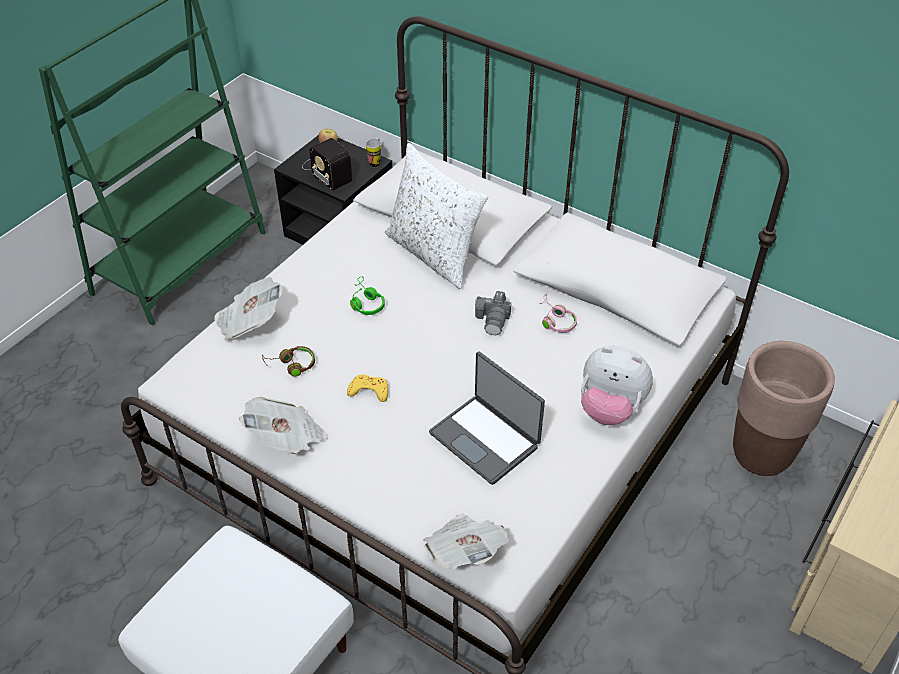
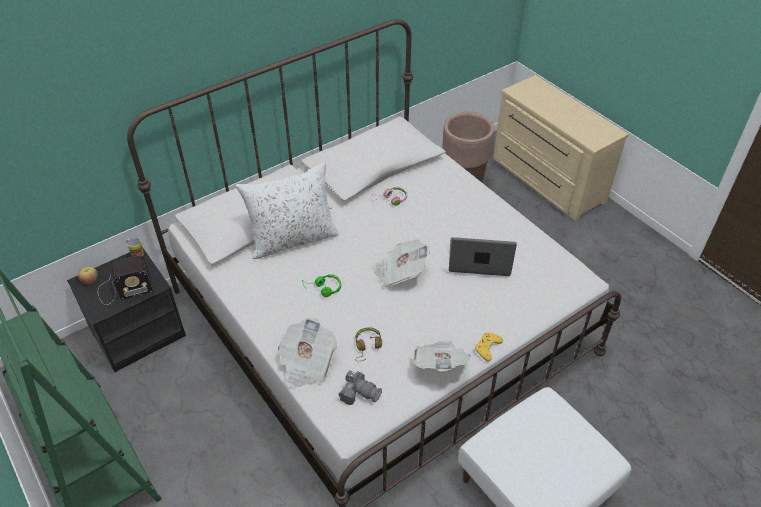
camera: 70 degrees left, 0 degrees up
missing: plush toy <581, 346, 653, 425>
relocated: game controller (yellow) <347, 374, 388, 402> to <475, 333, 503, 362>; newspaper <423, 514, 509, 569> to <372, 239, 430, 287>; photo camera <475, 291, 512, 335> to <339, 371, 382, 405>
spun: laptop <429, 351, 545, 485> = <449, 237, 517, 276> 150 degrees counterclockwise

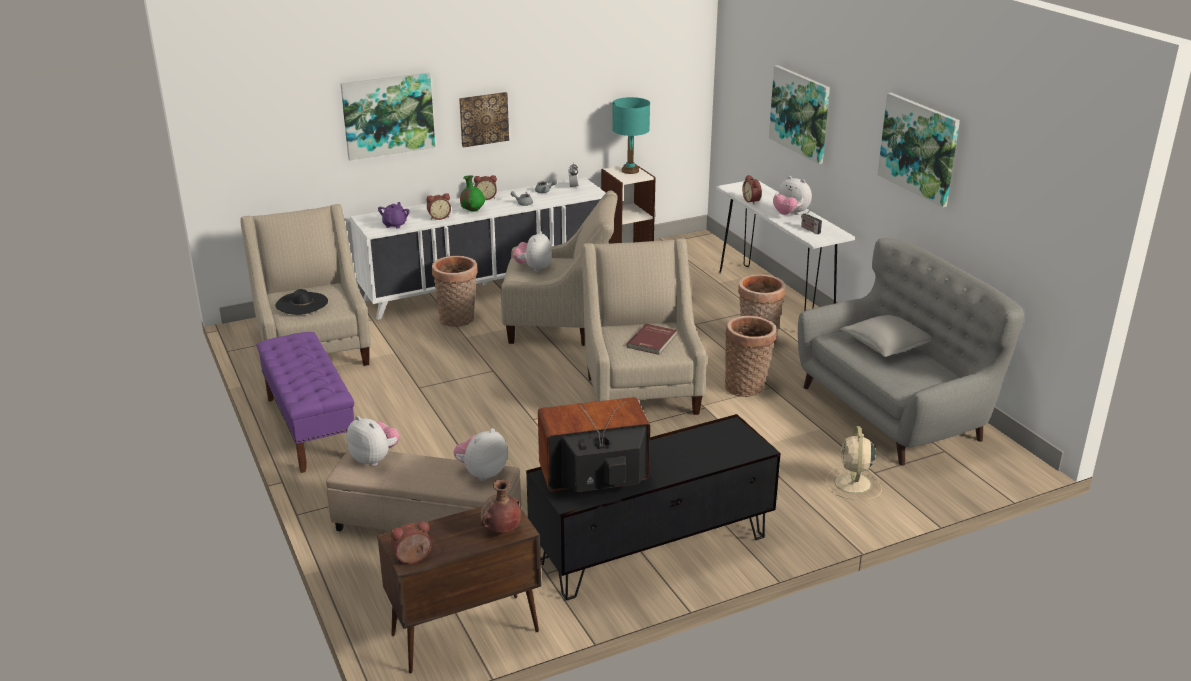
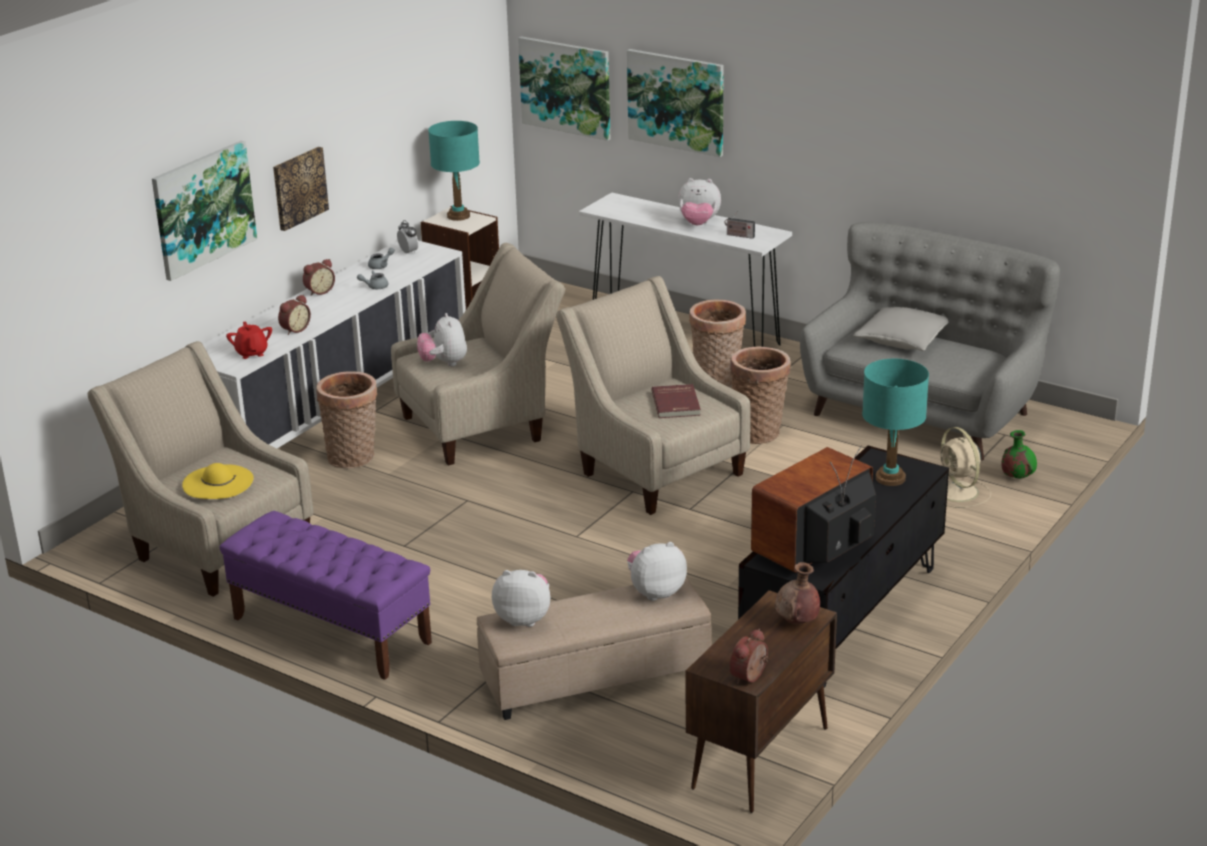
camera: 30 degrees left, 0 degrees up
missing: alarm clock <742, 175, 762, 204>
appeared: table lamp (turquoise) <862, 359, 929, 486>
relocated: vase (green) <460, 175, 485, 212> to <1001, 430, 1037, 478>; picture <877, 93, 960, 207> to <518, 36, 610, 141>
colour: hat (black) <275, 289, 328, 315> to hat (yellow) <182, 463, 254, 499>; teapot (purple) <378, 202, 410, 229> to teapot (red) <226, 321, 272, 359>
spun: plush toy <453, 428, 508, 481> = <627, 542, 687, 601> 60 degrees clockwise

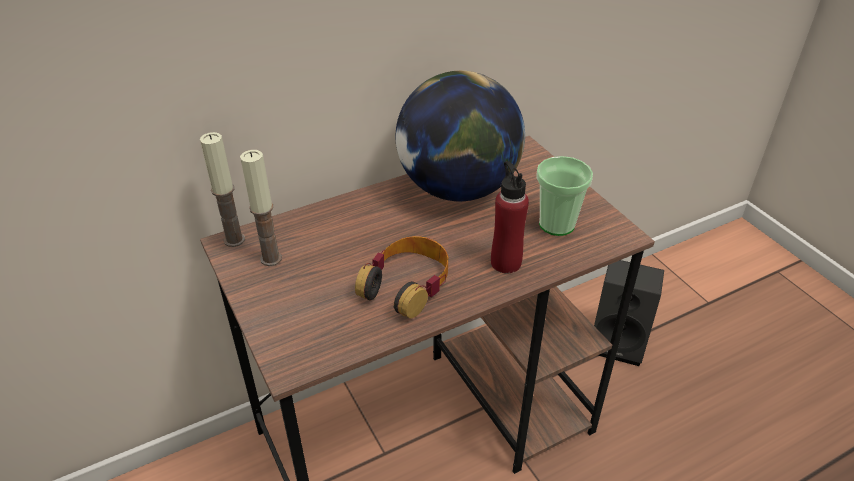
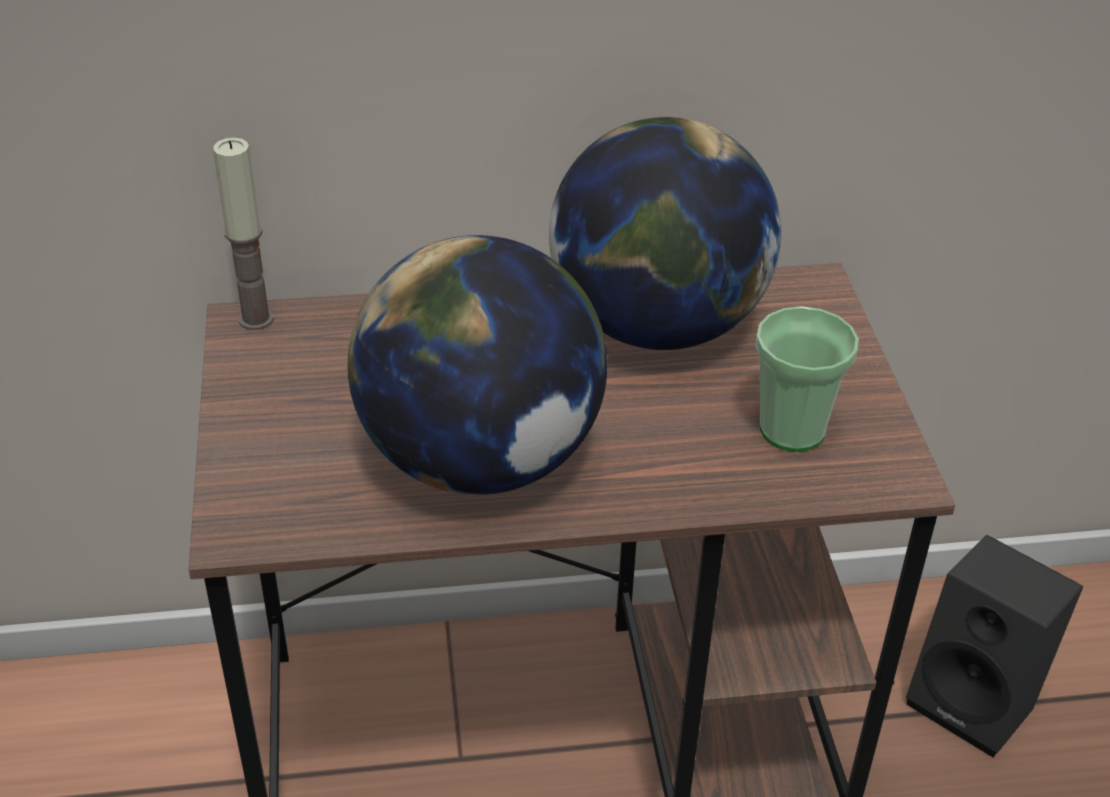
camera: 20 degrees right, 0 degrees up
missing: candle <240, 150, 282, 266>; bottle (red) <491, 161, 529, 273>
exchanged: headphones <355, 236, 448, 318> to globe <348, 235, 607, 495>

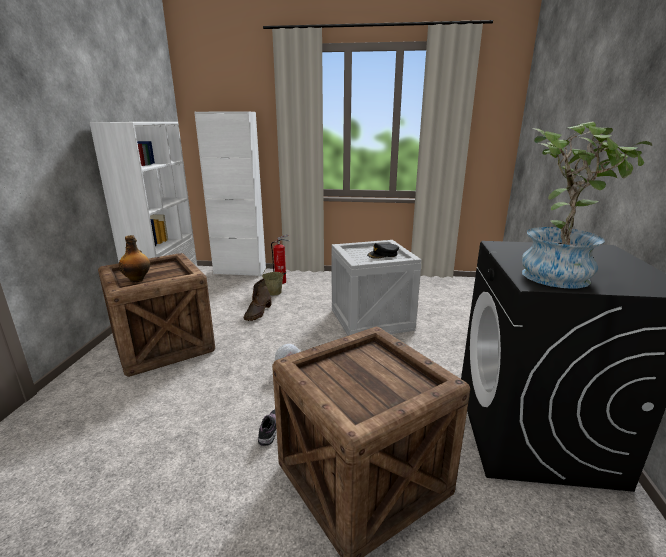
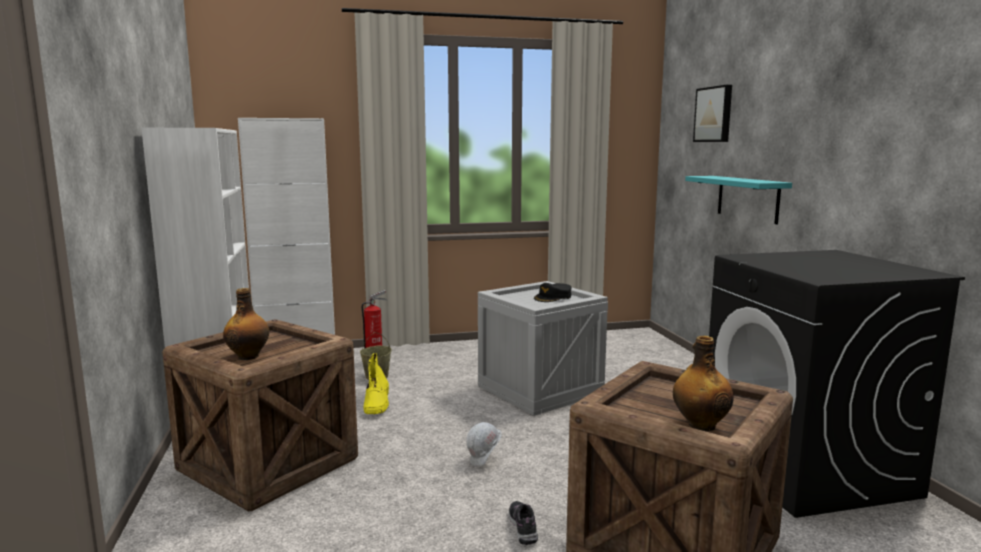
camera: 20 degrees left, 10 degrees down
missing: potted plant <522, 122, 652, 288>
appeared: bottle <673, 336, 734, 431>; shelf (turquoise) <685, 176, 792, 224>; picture <693, 85, 732, 142>
colour: boot (brown) <244, 278, 272, 321> to boot (yellow) <364, 353, 389, 414>

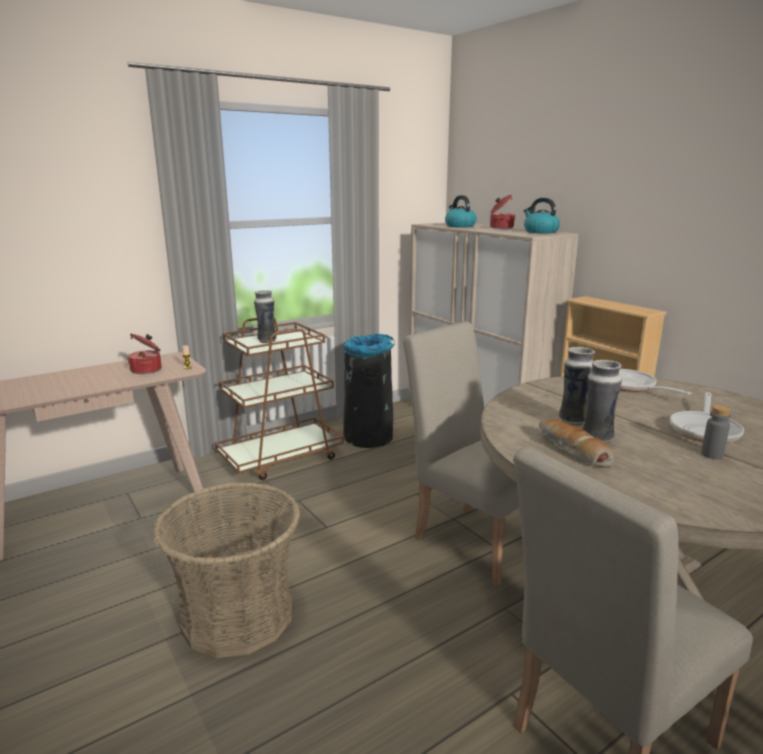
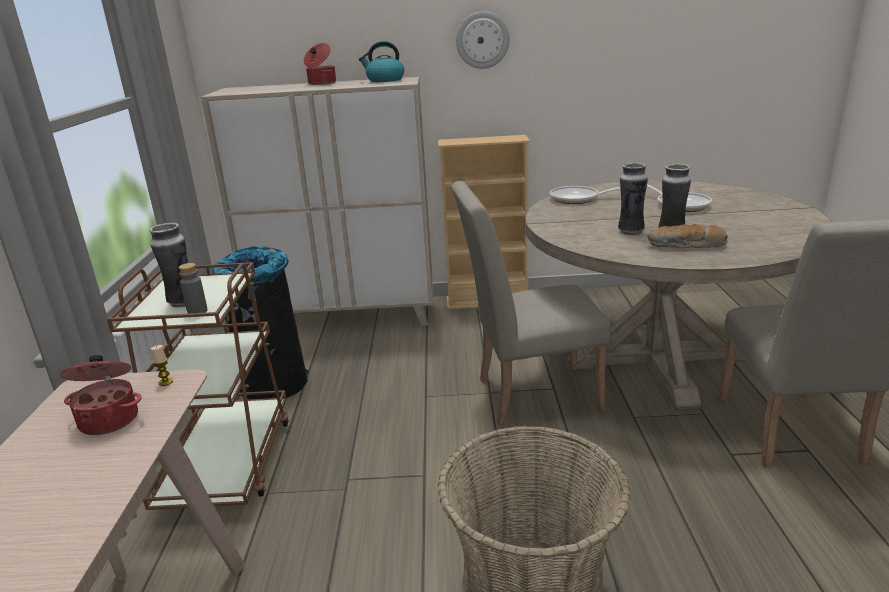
camera: 55 degrees left, 5 degrees up
missing: kettle <445, 195, 477, 228>
appeared: wall clock <456, 11, 510, 69>
relocated: bottle (grey) <701, 405, 731, 459> to <179, 263, 208, 314>

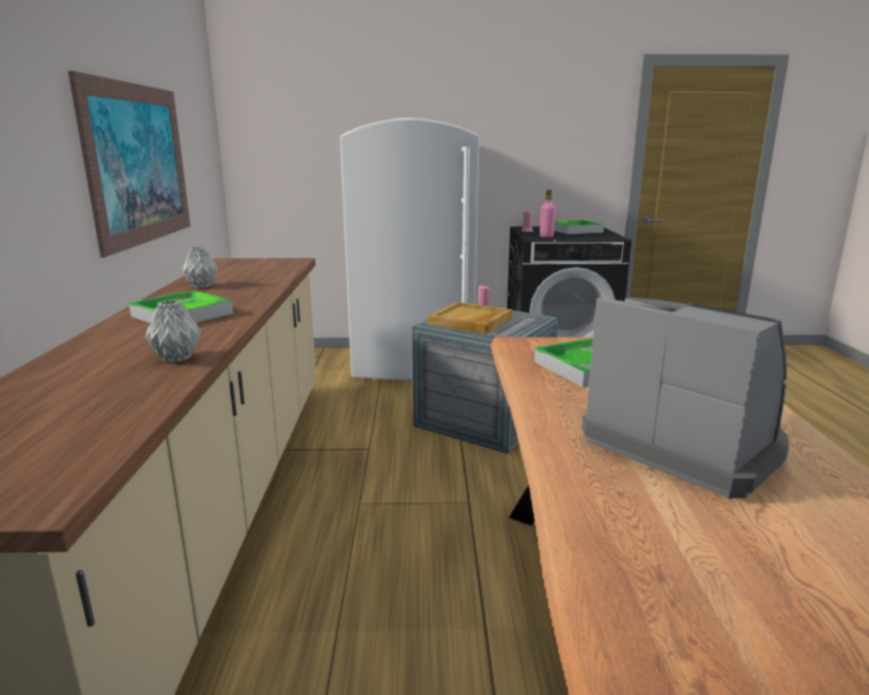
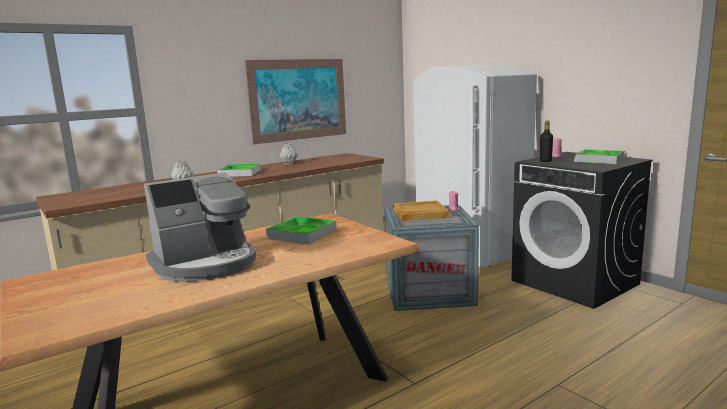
camera: 55 degrees right, 5 degrees down
colour: bottle (pink) <540, 190, 556, 237> to bottle (black) <540, 121, 553, 162>
spun: coffee machine <582, 297, 789, 498> = <144, 173, 256, 282> 45 degrees clockwise

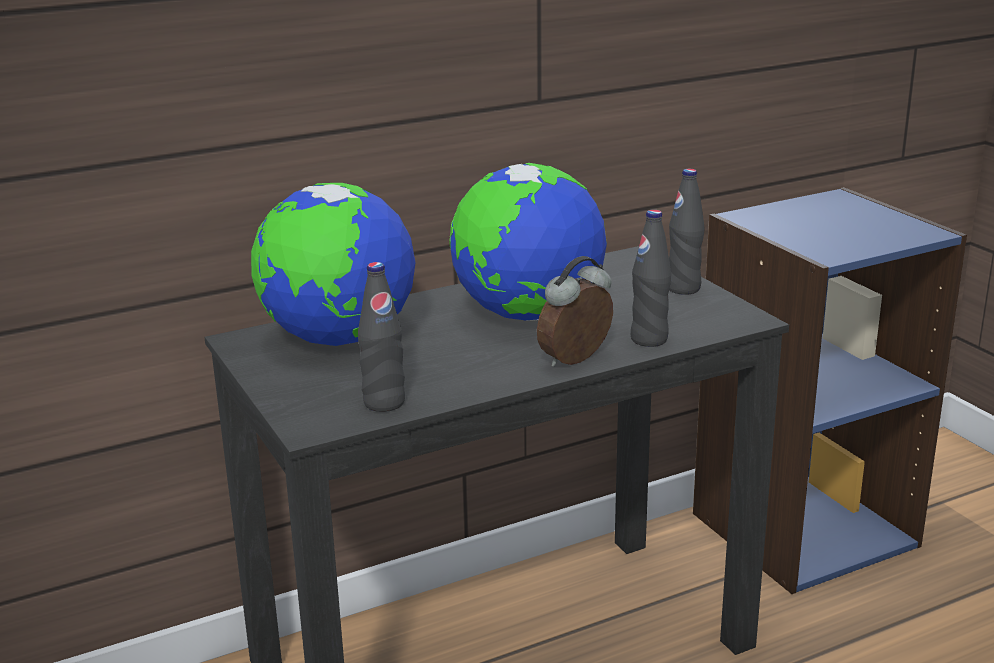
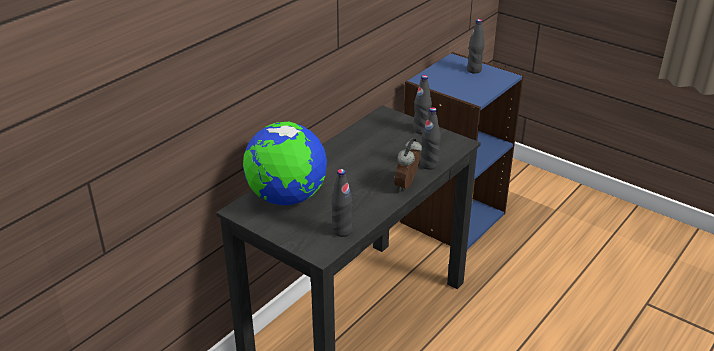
camera: 25 degrees left, 10 degrees up
missing: globe <449, 163, 607, 321>
appeared: bottle (black) <467, 19, 484, 74>

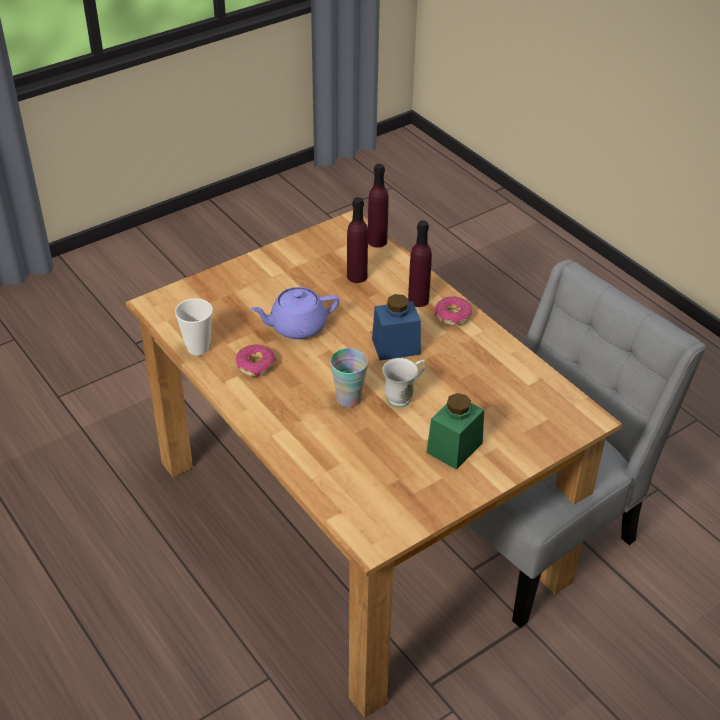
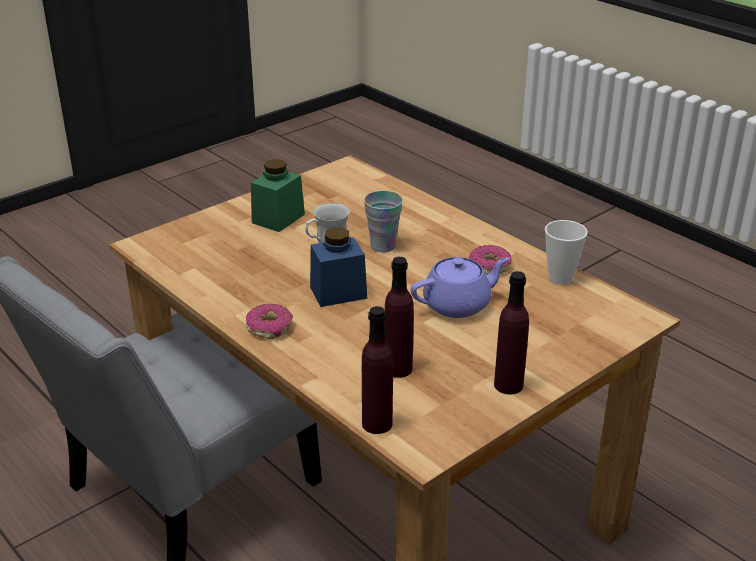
camera: 175 degrees right, 10 degrees down
relocated: bottle (purple) <408, 220, 432, 307> to <494, 271, 529, 395>

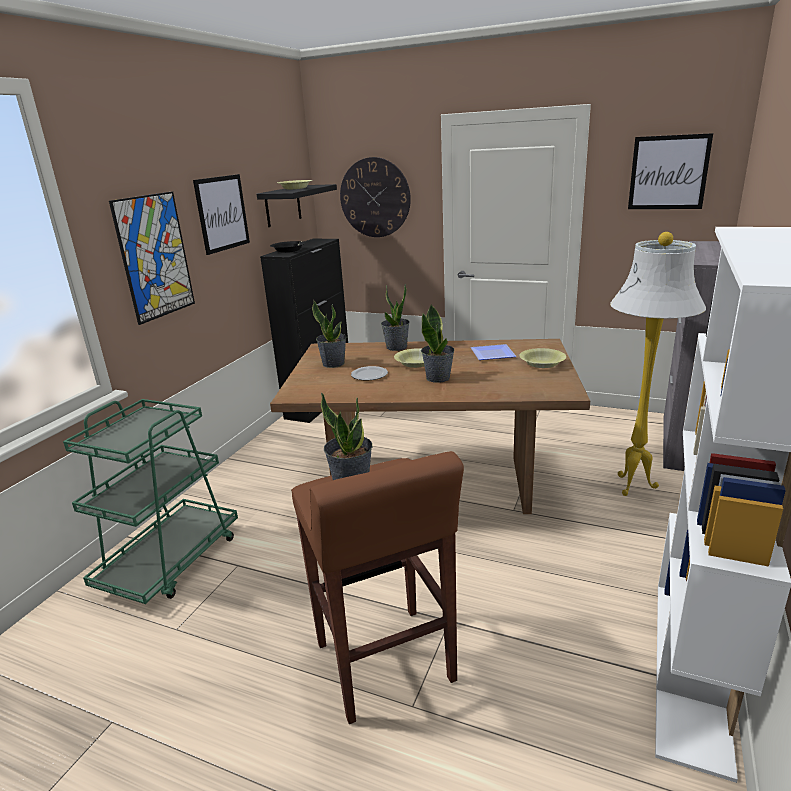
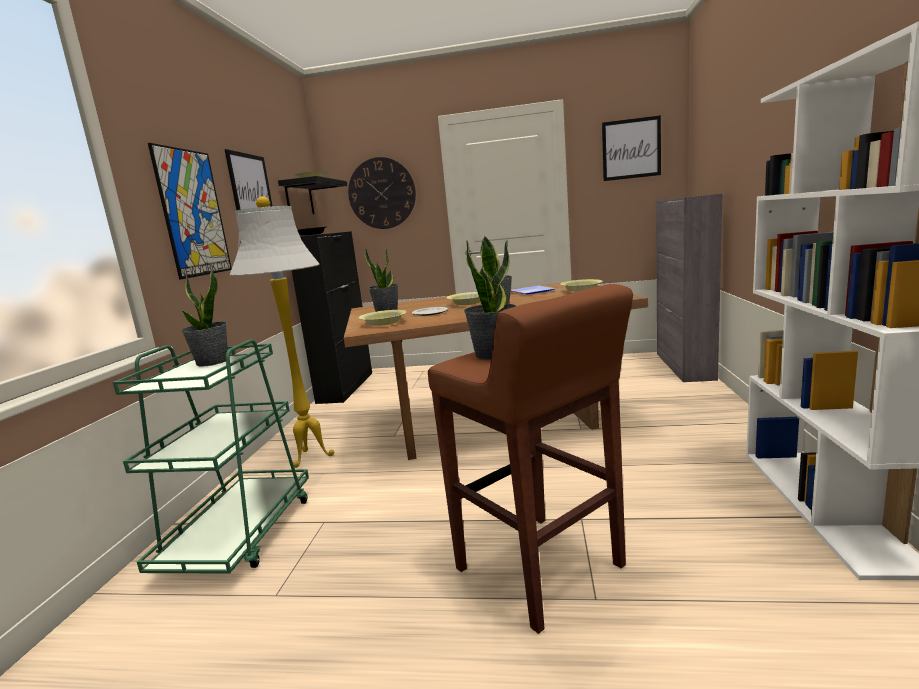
camera: 15 degrees left, 10 degrees down
appeared: bowl (yellow) <359, 310, 407, 326>
relocated: potted plant <381, 284, 410, 351> to <182, 270, 228, 367>; floor lamp (white) <610, 232, 706, 496> to <230, 196, 334, 468>

